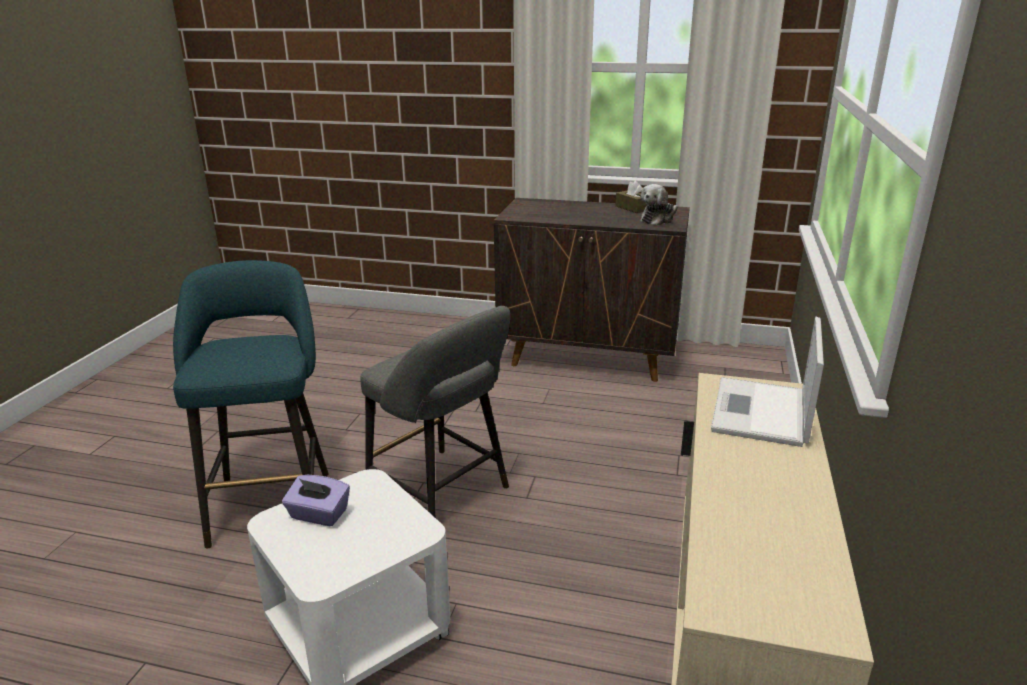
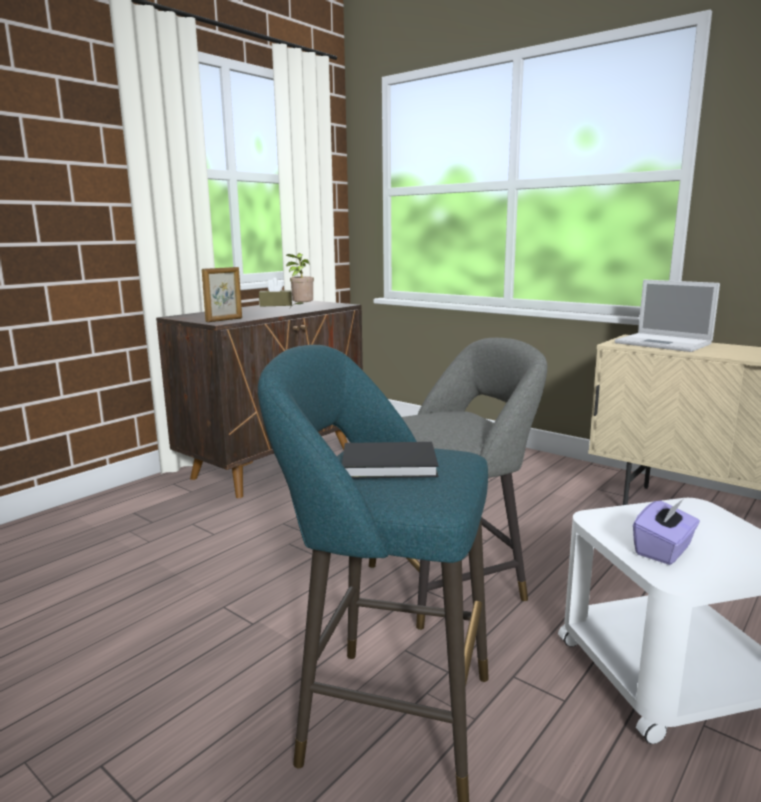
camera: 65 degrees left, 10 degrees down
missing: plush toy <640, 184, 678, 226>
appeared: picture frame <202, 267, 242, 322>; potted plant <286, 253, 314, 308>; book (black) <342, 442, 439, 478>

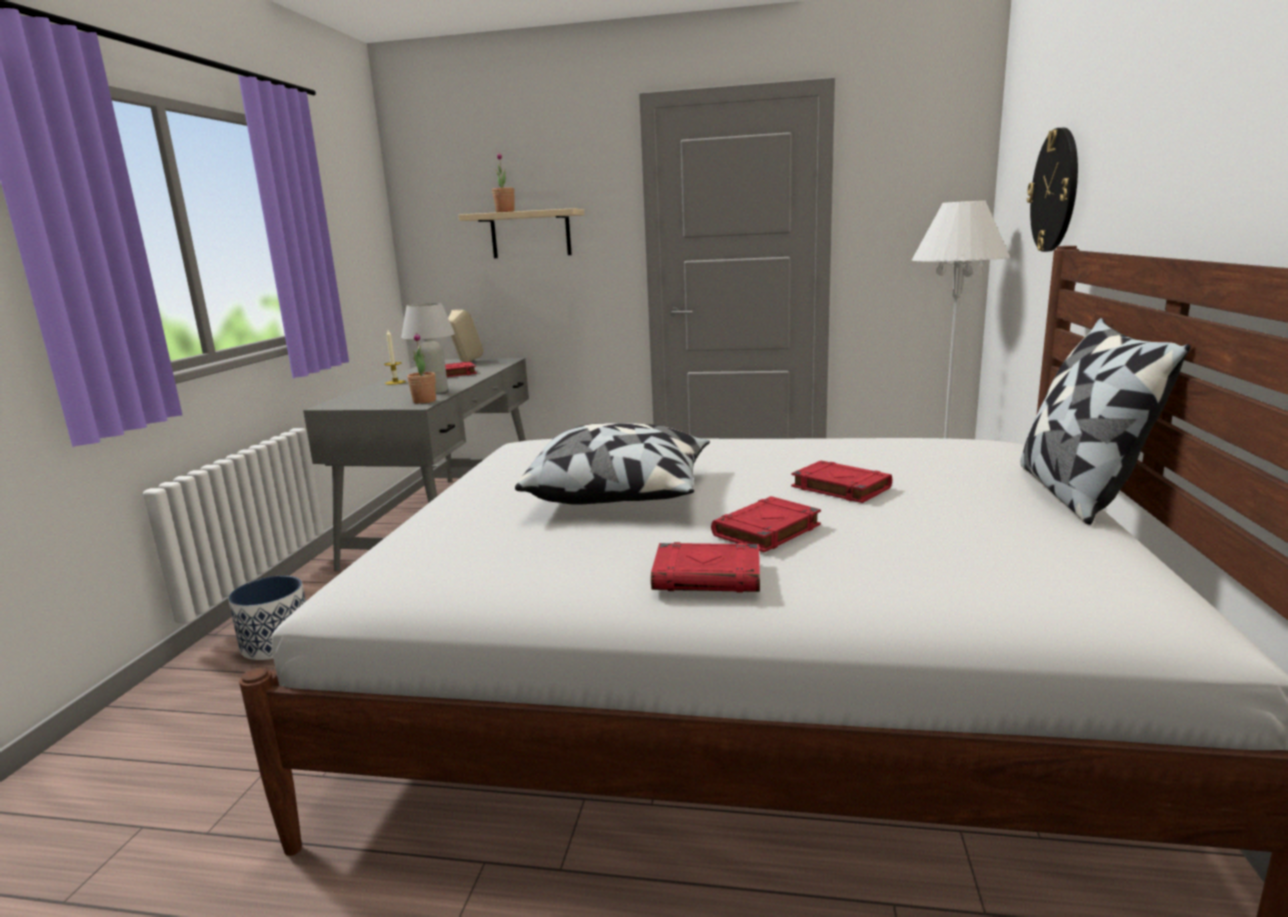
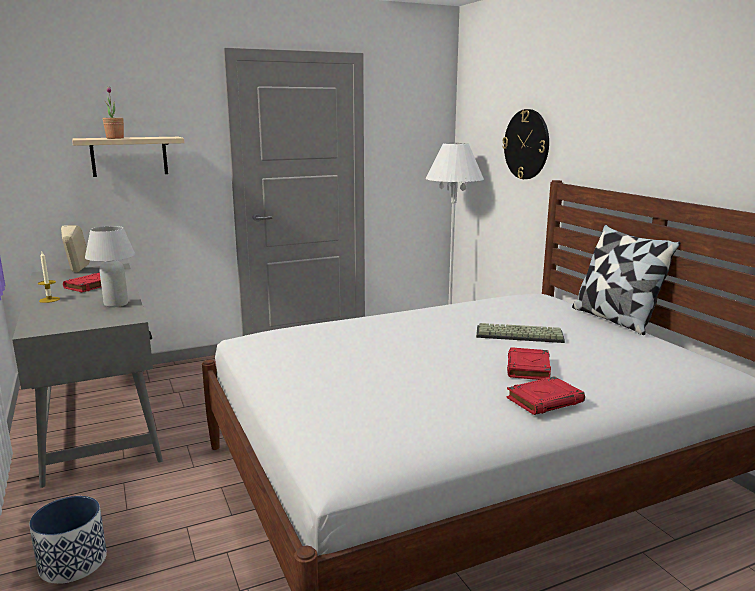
camera: 35 degrees left, 0 degrees up
missing: potted plant <407, 333, 436, 404>; pillow <515, 423, 710, 505>
exchanged: book (red) <791, 461, 892, 503> to keyboard <476, 323, 565, 343>

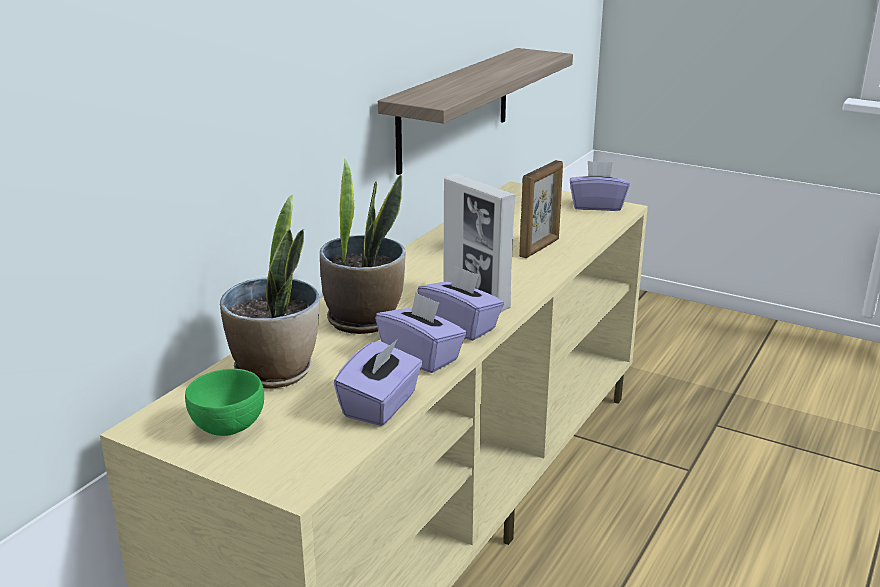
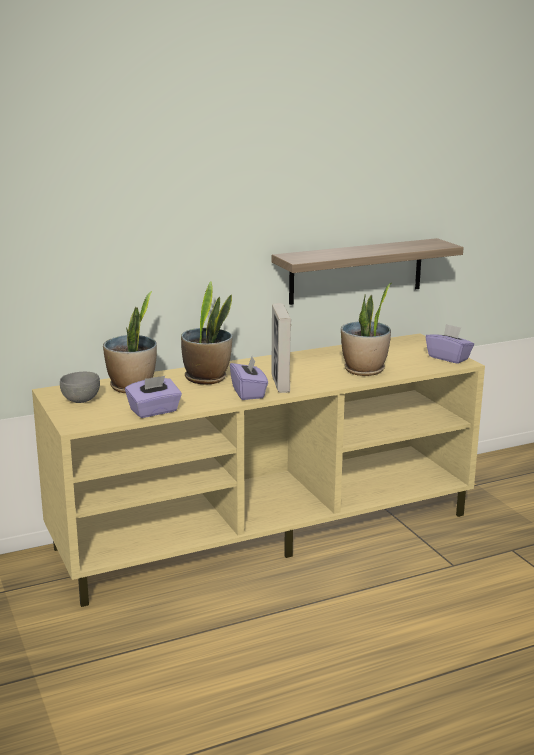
camera: 35 degrees right, 5 degrees down
missing: tissue box (purple) <375, 292, 467, 373>
exchanged: picture frame <519, 160, 563, 258> to potted plant <341, 283, 391, 376>
colour: bowl (green) <185, 369, 264, 436> to bowl (grey) <60, 372, 100, 403>

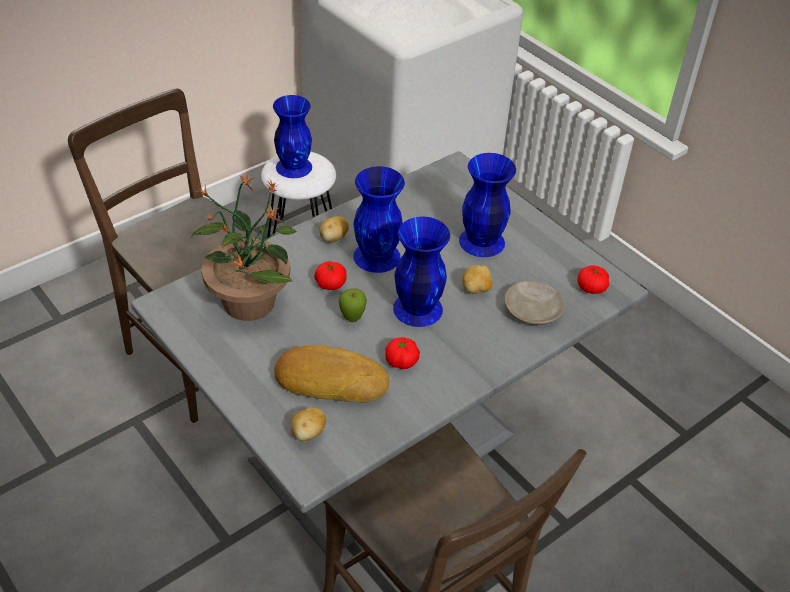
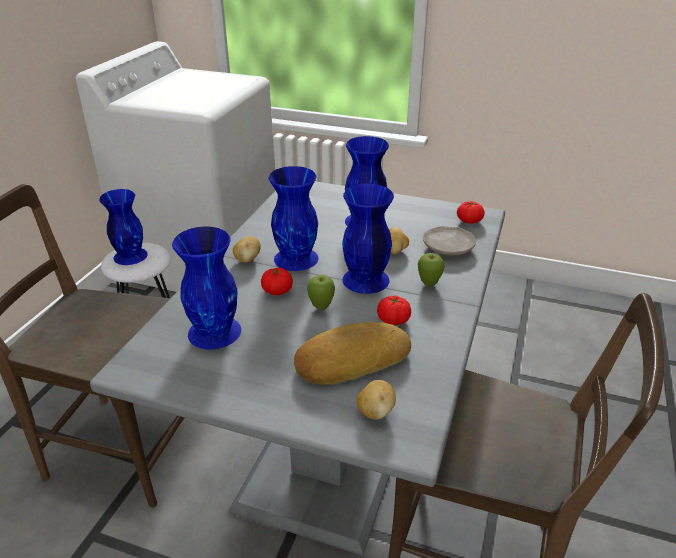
camera: 30 degrees left, 10 degrees down
appeared: apple <418, 253, 445, 287>
exchanged: potted plant <192, 174, 296, 321> to vase (blue) <172, 227, 241, 349>

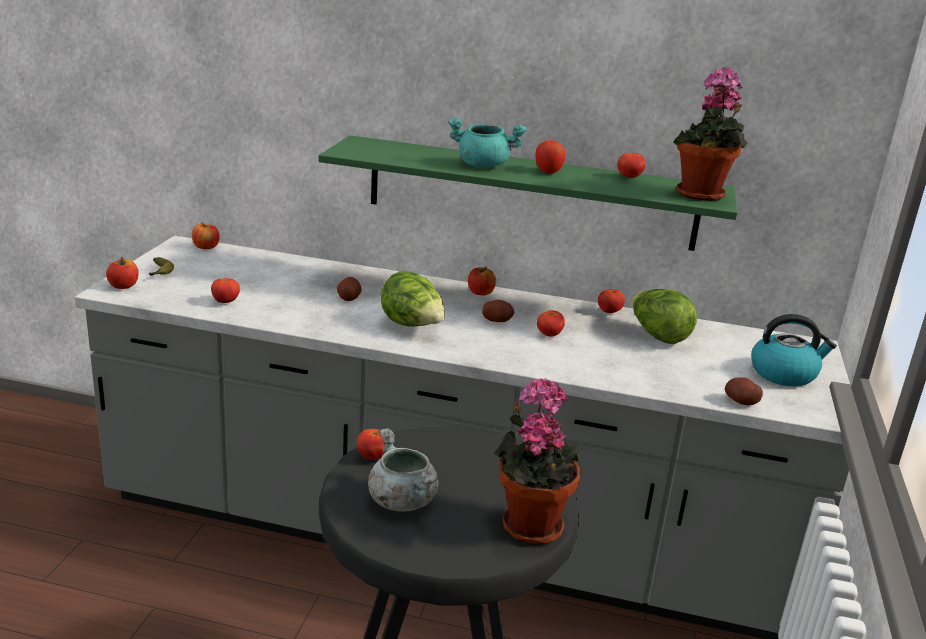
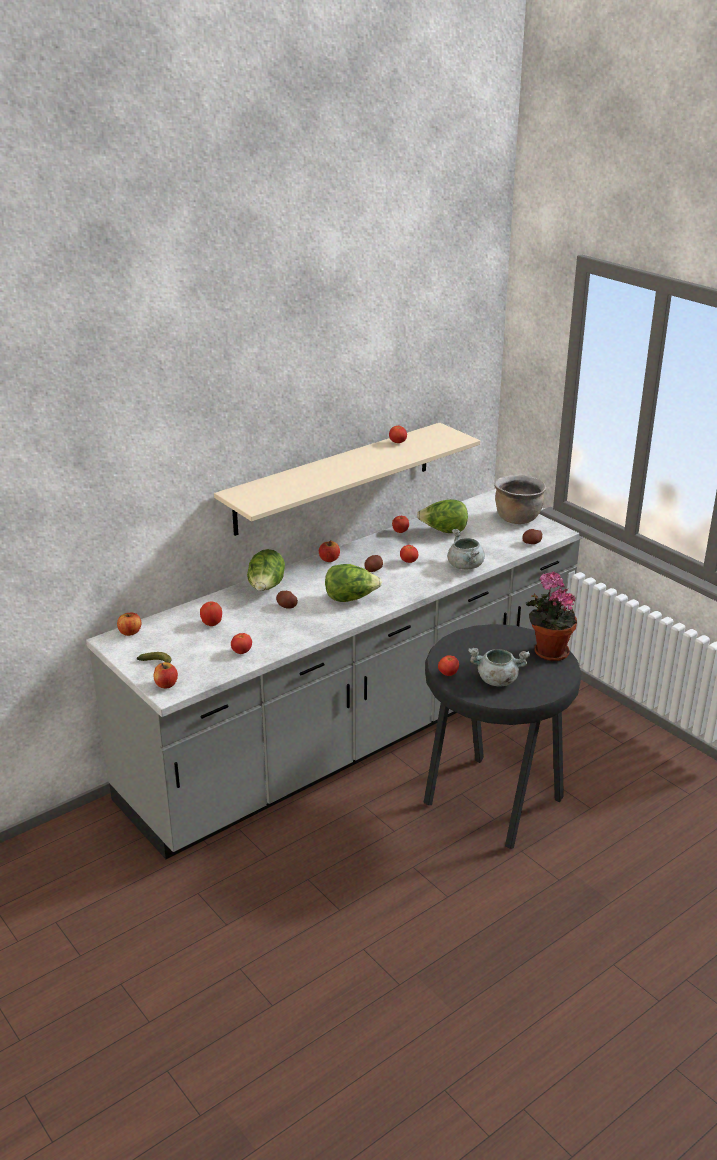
camera: 50 degrees left, 5 degrees up
missing: cooking pot (turquoise) <448, 117, 526, 168>; potted plant <673, 67, 747, 201>
appeared: lettuce <247, 549, 285, 591>; cooking pot (grey) <447, 529, 485, 569>
relocated: apple <535, 140, 566, 174> to <200, 602, 222, 626>
exchanged: kettle <751, 314, 837, 386> to cooking pot (brown) <494, 475, 546, 524>
colour: shelf (green) <319, 135, 737, 251> to shelf (beige) <214, 423, 480, 536>

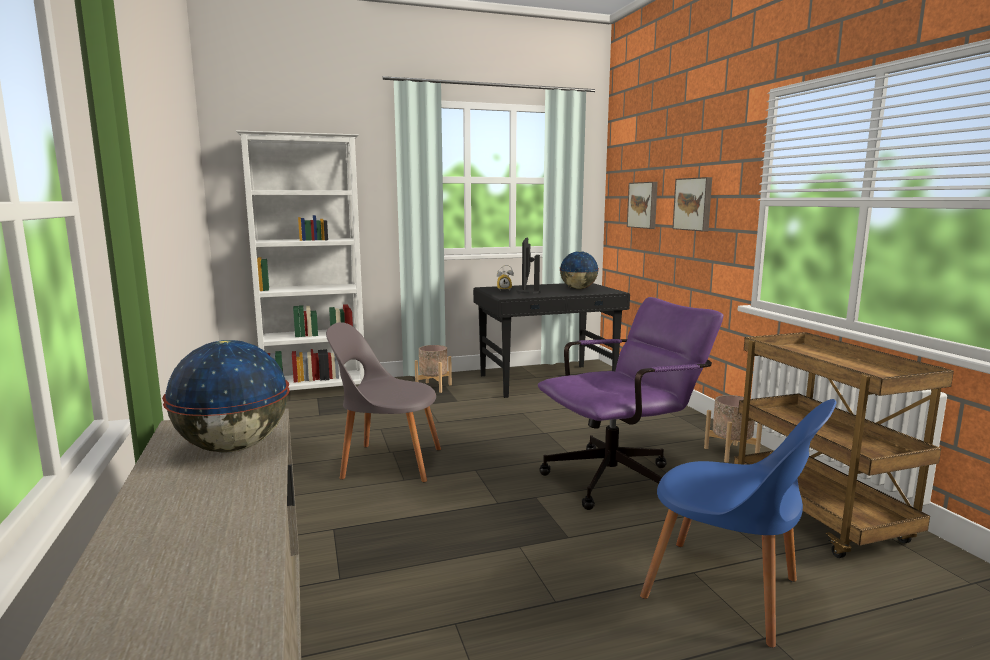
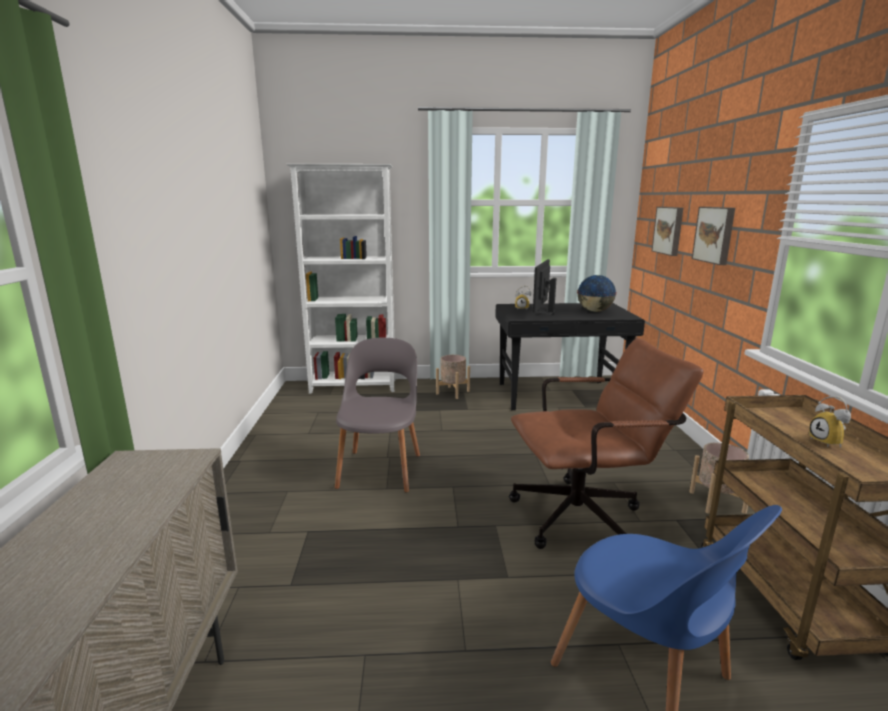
camera: 15 degrees right, 5 degrees up
missing: globe <162, 340, 290, 453>
appeared: alarm clock <809, 396, 851, 448>
colour: office chair (purple) <538, 297, 723, 510> to office chair (brown) <509, 338, 704, 549>
spun: chair (grey) <326, 322, 441, 482> = <335, 338, 420, 493> 75 degrees clockwise

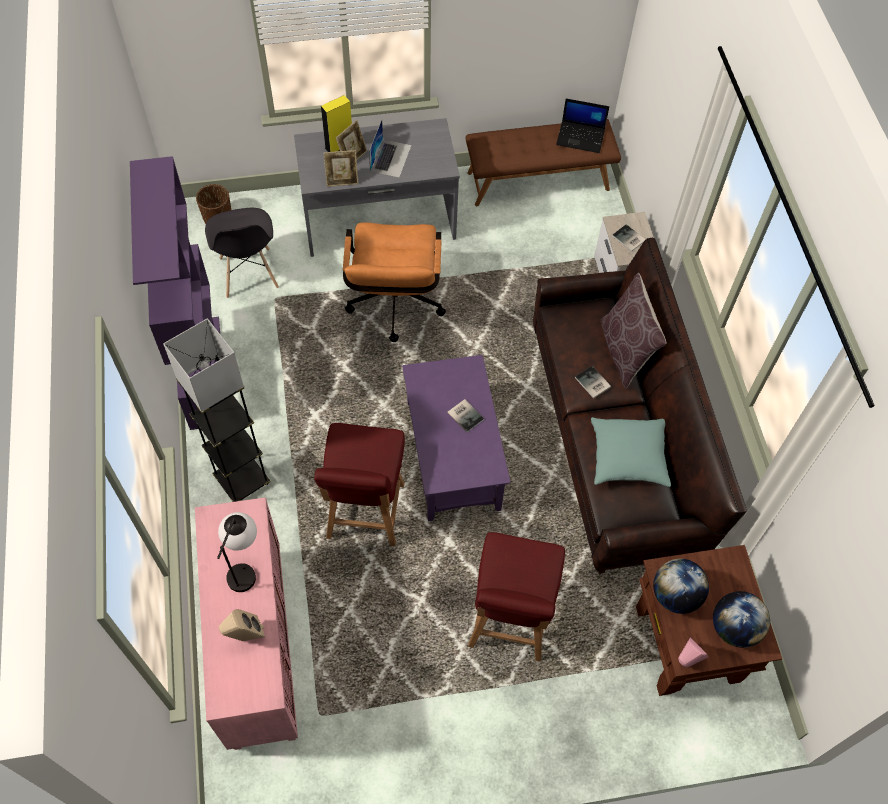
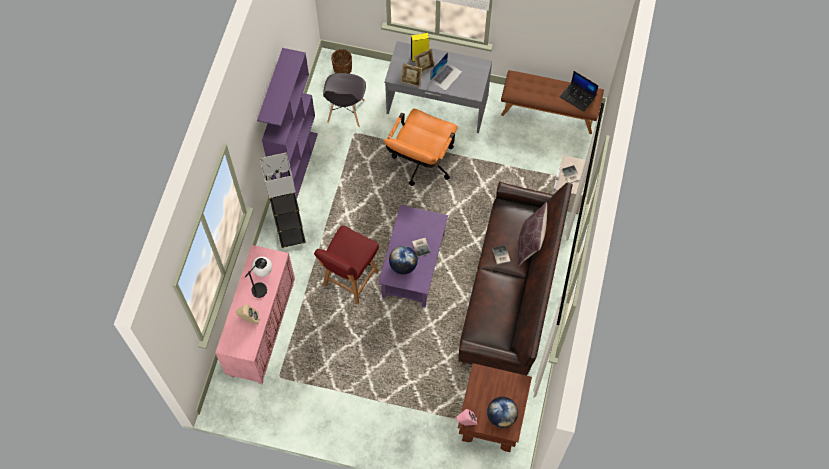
camera: 25 degrees right, 5 degrees up
missing: chair (red) <468, 532, 565, 661>; pillow (turquoise) <591, 417, 671, 487>
relocated: globe <653, 559, 709, 614> to <389, 246, 418, 274>

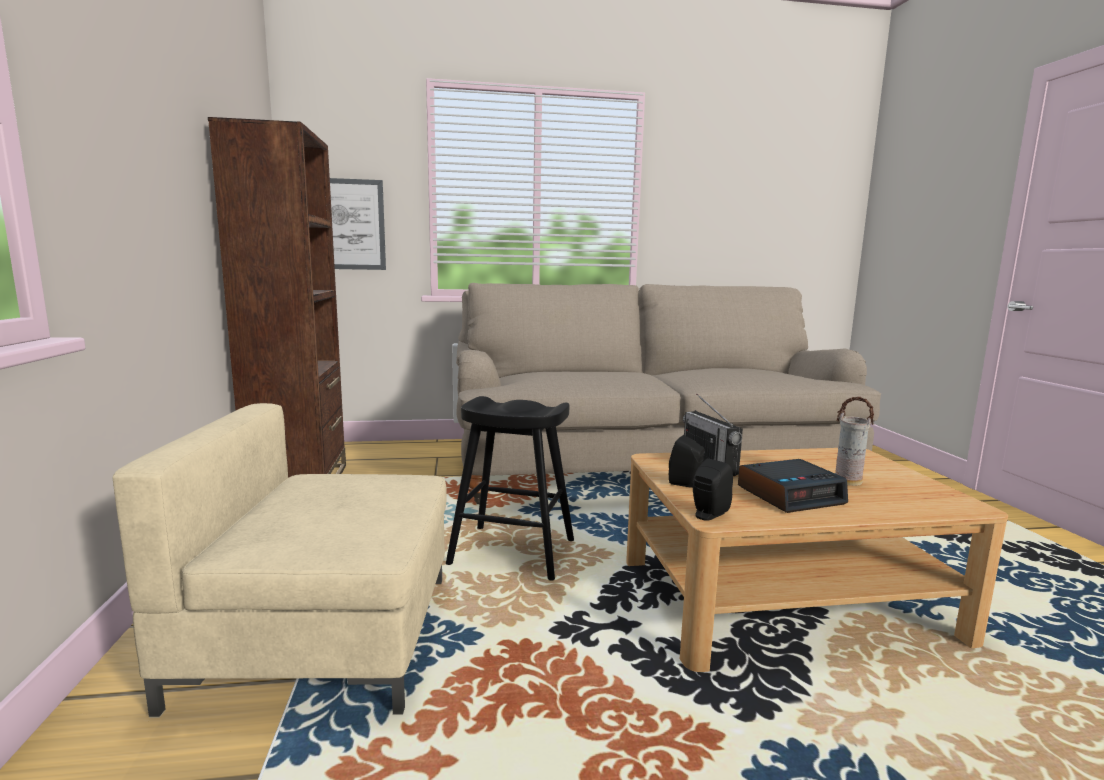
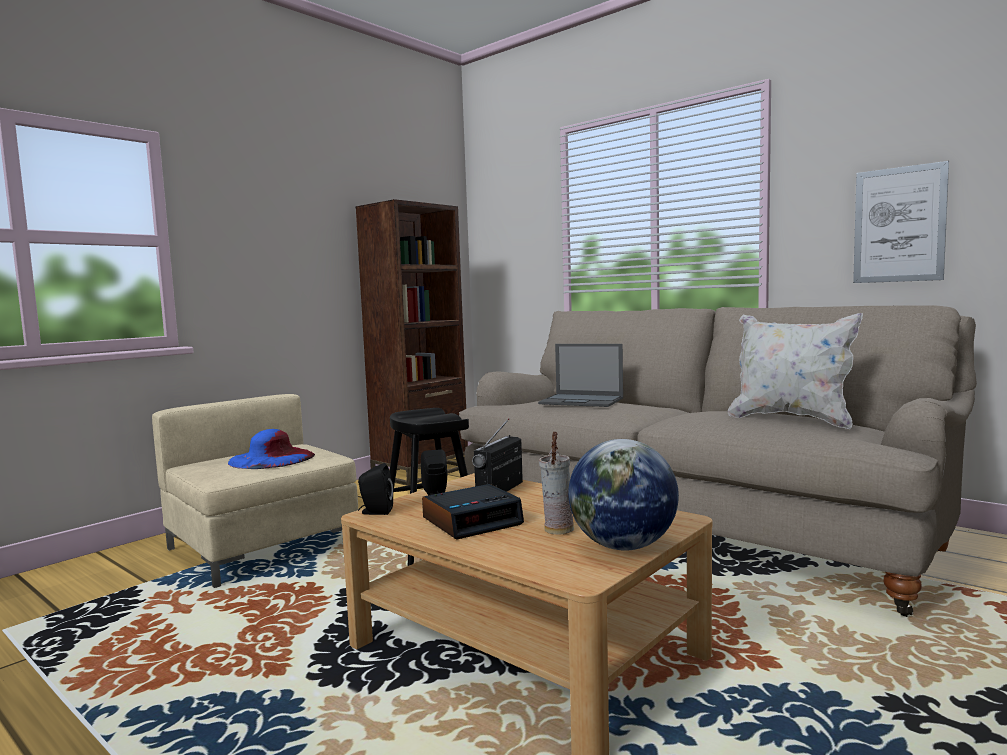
camera: 50 degrees right, 5 degrees down
appeared: hat (blue) <228, 429, 315, 469>; laptop <538, 344, 623, 407>; globe <568, 439, 679, 551>; pillow (white) <728, 313, 863, 429>
relocated: picture <330, 178, 386, 270> to <853, 161, 949, 283>
spun: alarm clock <738, 459, 848, 513> = <422, 484, 524, 540> 60 degrees counterclockwise

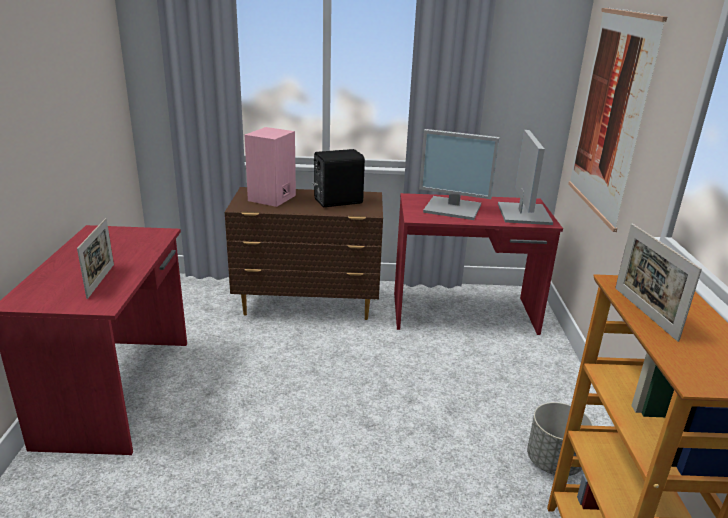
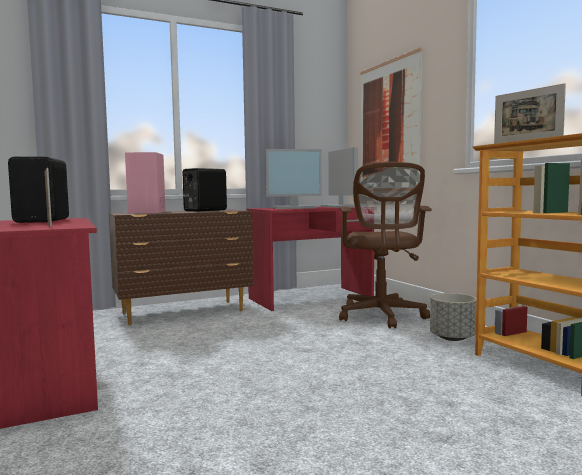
camera: 25 degrees left, 20 degrees down
appeared: speaker (black) <8, 156, 69, 223>; office chair (brown) <338, 162, 432, 329>

